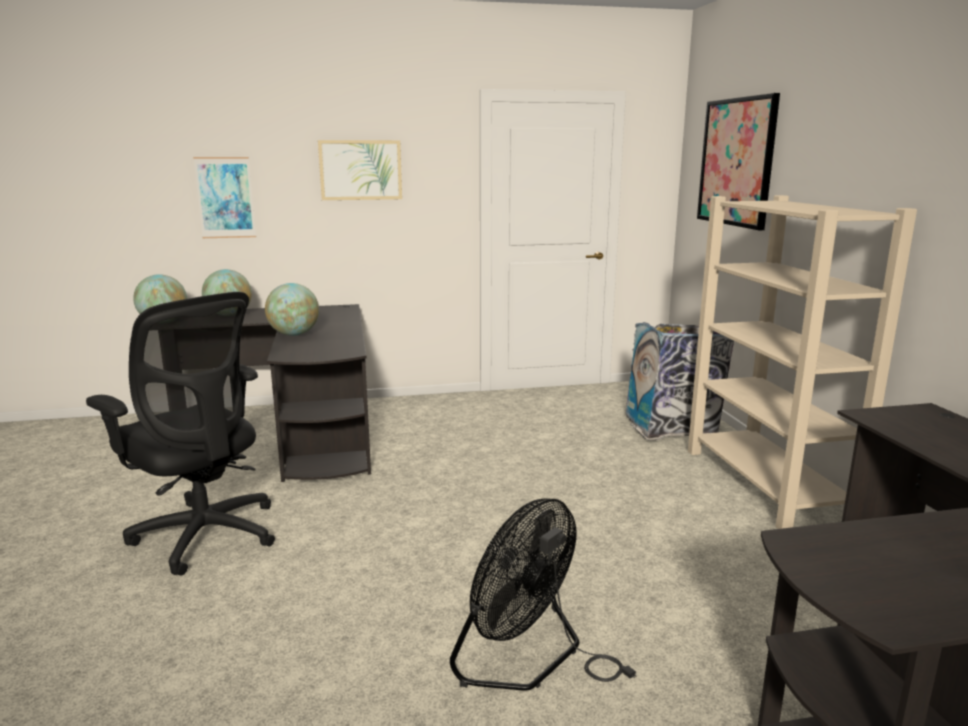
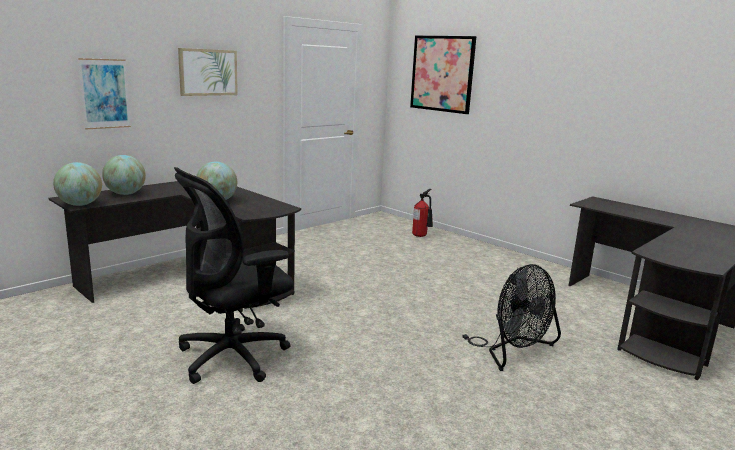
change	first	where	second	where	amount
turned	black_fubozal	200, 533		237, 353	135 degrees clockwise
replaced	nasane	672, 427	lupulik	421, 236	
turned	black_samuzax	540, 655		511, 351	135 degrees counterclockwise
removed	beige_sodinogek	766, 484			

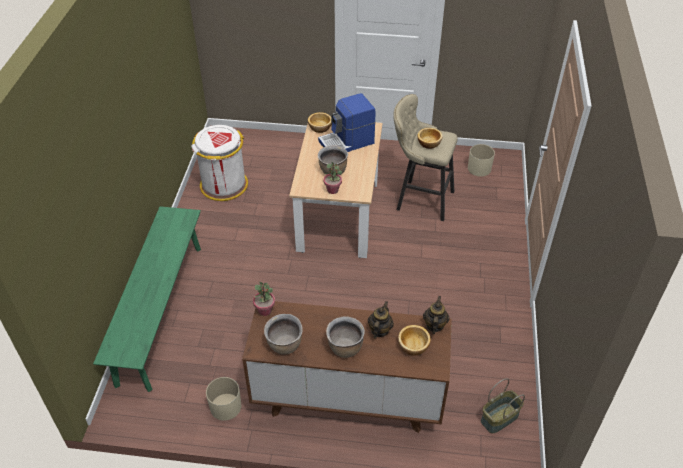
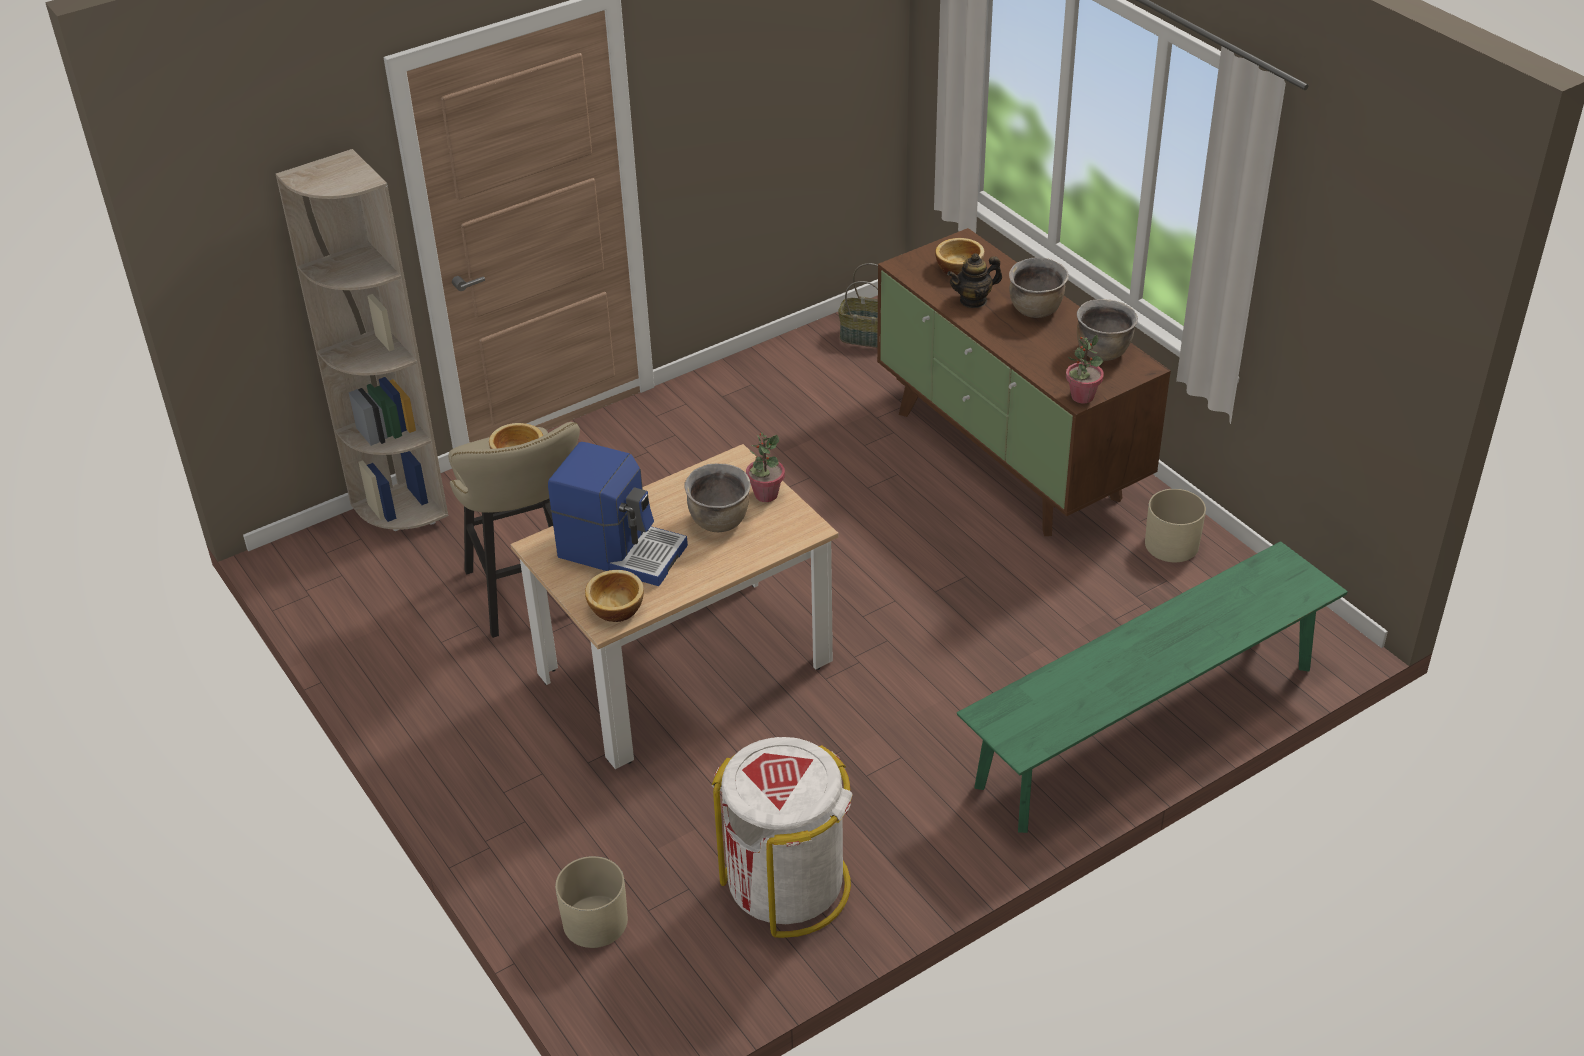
change	first	where	second	where	amount
added			beige_sodinogek	402, 516	
moved	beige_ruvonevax	479, 169		595, 922	
removed	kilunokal	434, 325			

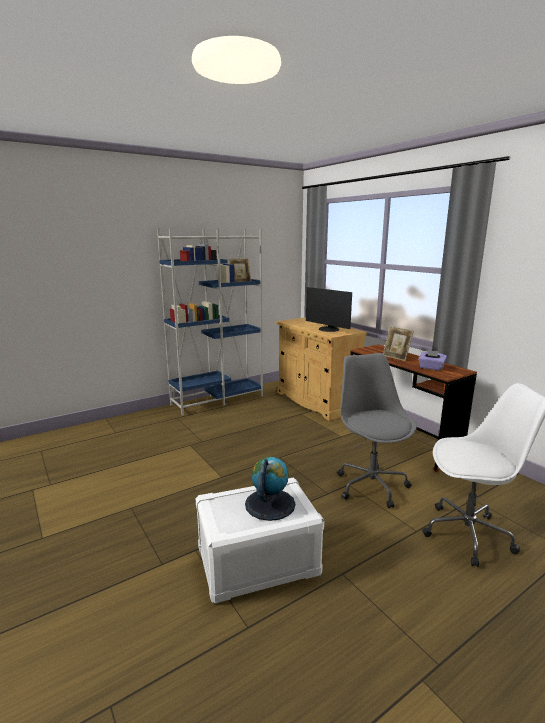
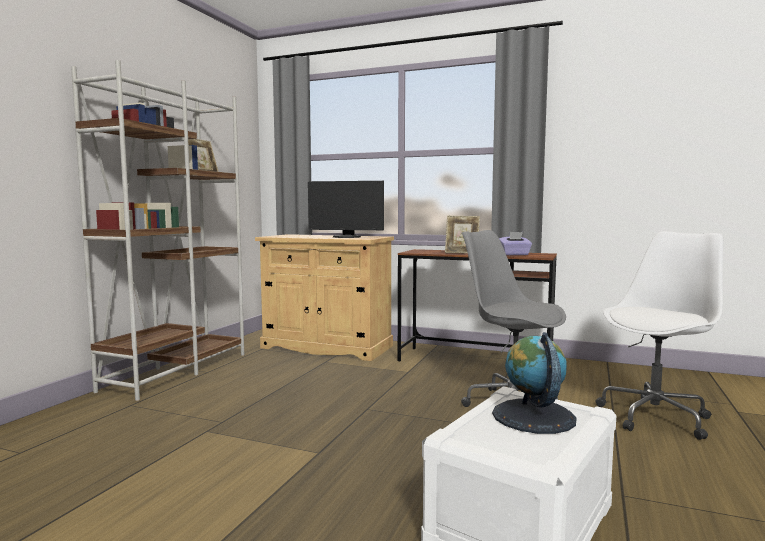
change	first	where	second	where	amount
recoloured	blue_sodinogek	218, 400	brown_sodinogek	178, 371	

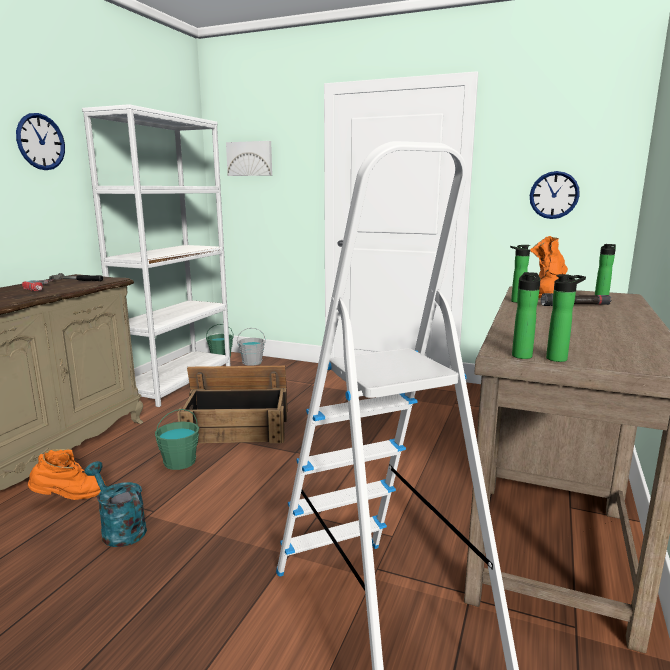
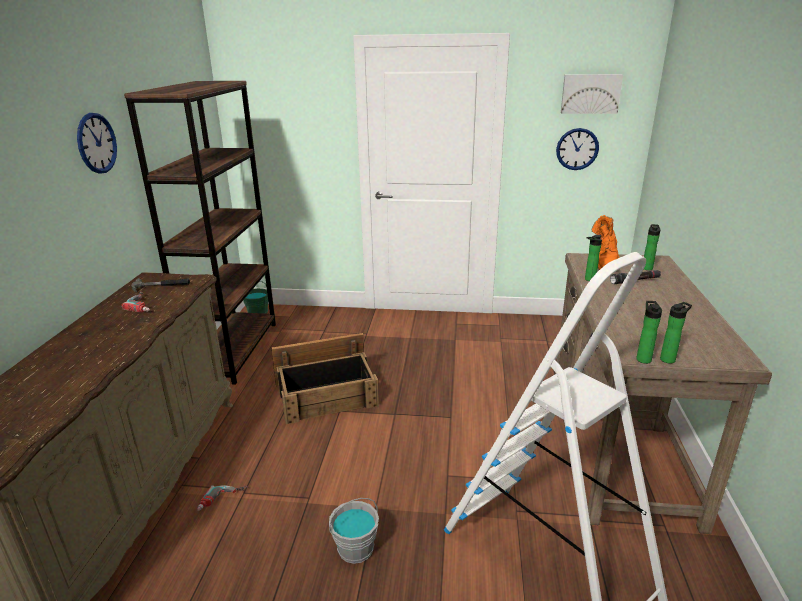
change	first	where	second	where	amount
recoloured	white_sodinogek	178, 382	brown_sodinogek	234, 350	
replaced	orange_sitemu	70, 498	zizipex	222, 501	
moved	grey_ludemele	252, 362		355, 548	
moved	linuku	250, 159		590, 93	
removed	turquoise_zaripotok	119, 529			
removed	green_ludemele	179, 462			

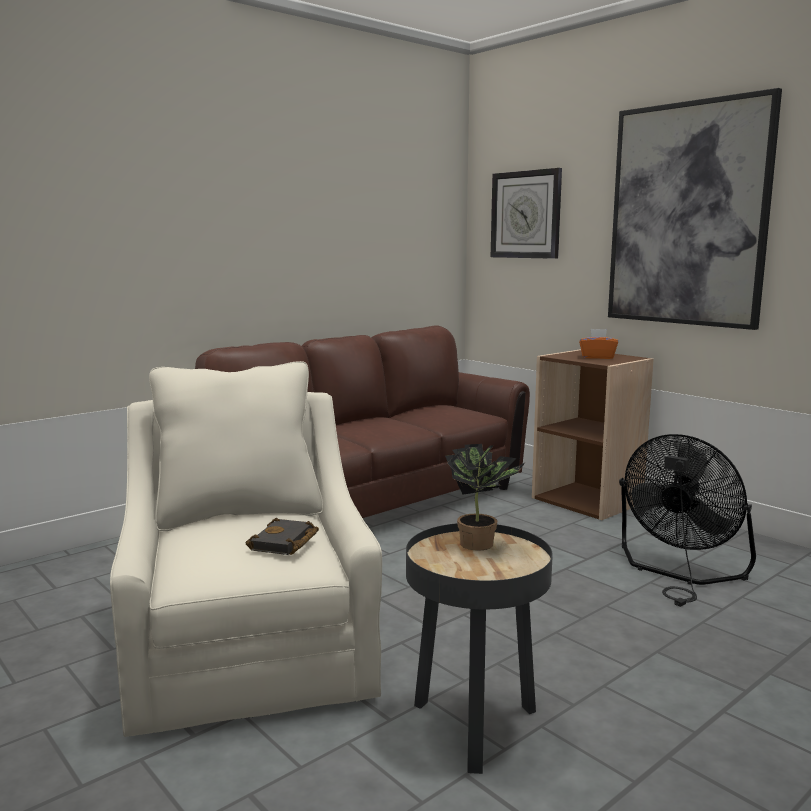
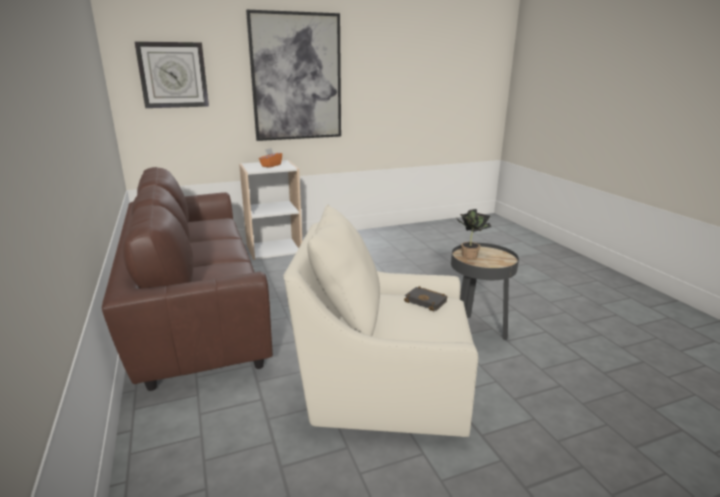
change	first	where	second	where	amount
recoloured	brown_sodinogek	588, 500	white_sodinogek	274, 248	
removed	black_samuzax	676, 572			

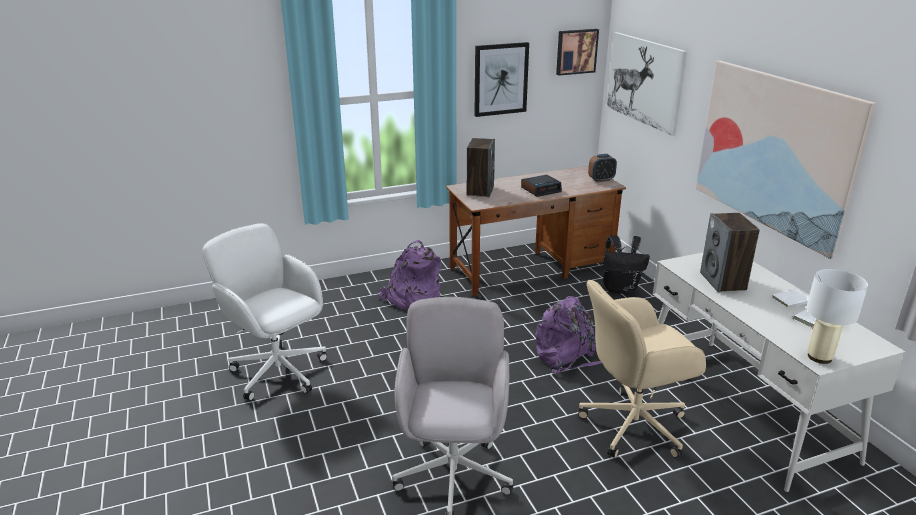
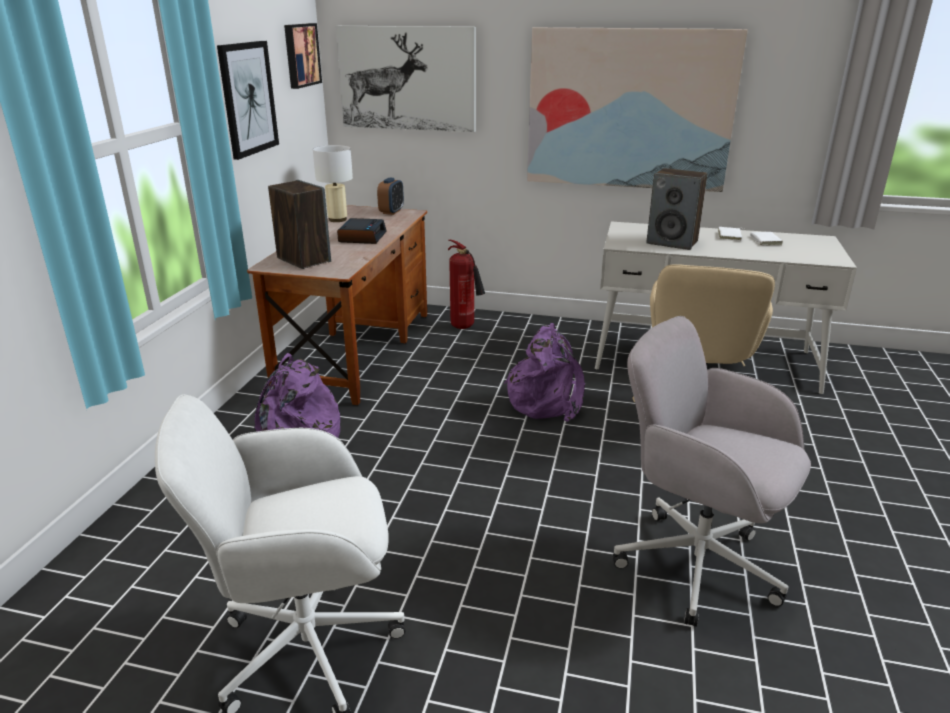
change	first	where	second	where	amount
moved	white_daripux	818, 357		337, 220	
replaced	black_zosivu	620, 289	lupulik	465, 327	

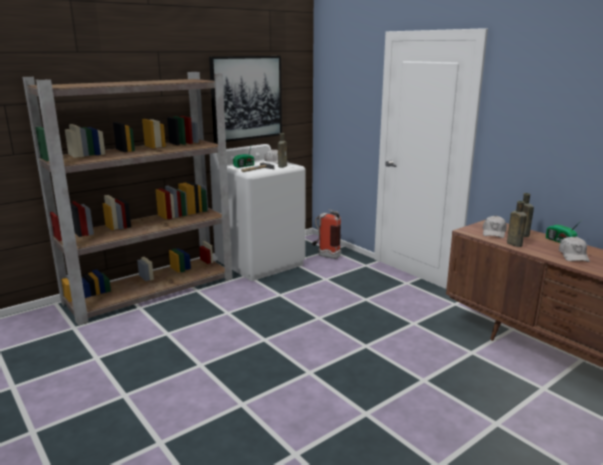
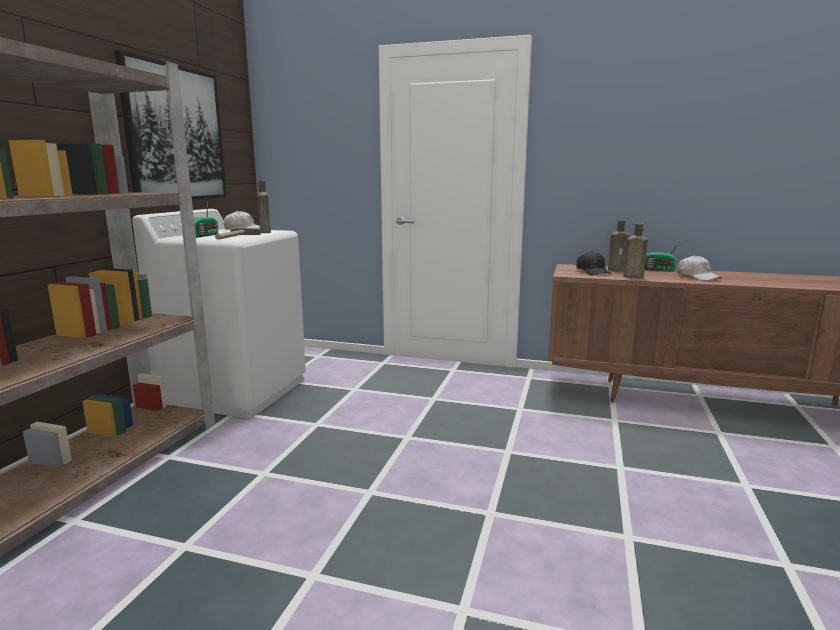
change	first	where	second	where	amount
recoloured	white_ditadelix	494, 232	black_ditadelix	592, 272	
removed	lupulik	325, 255			

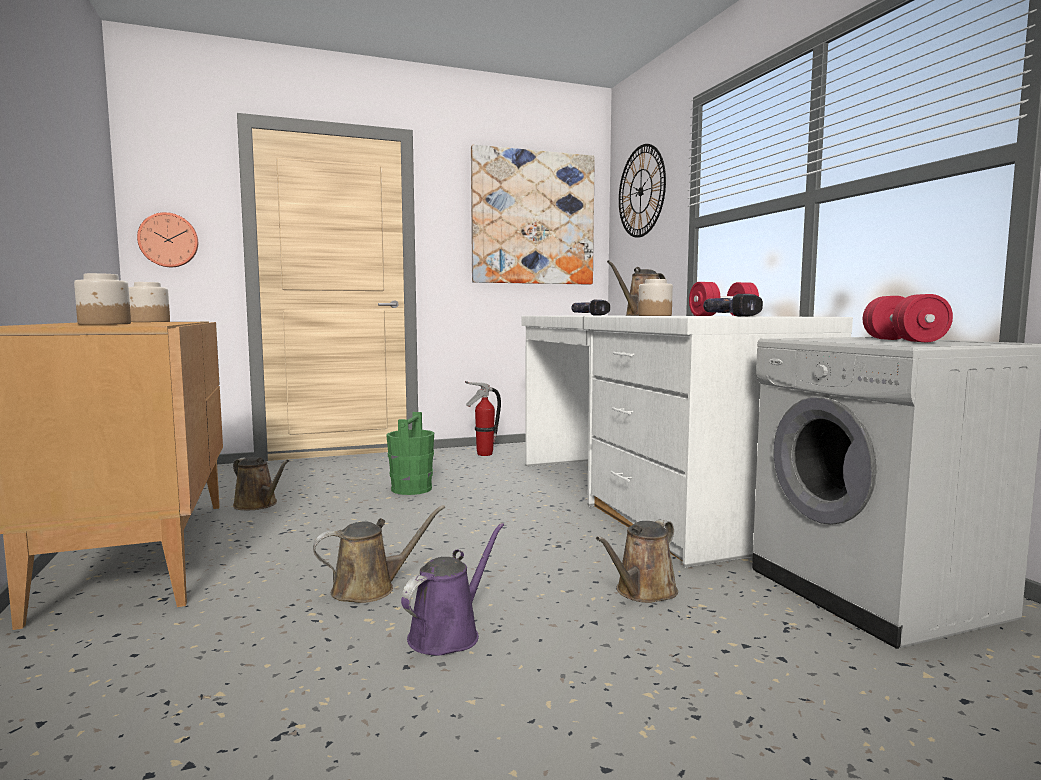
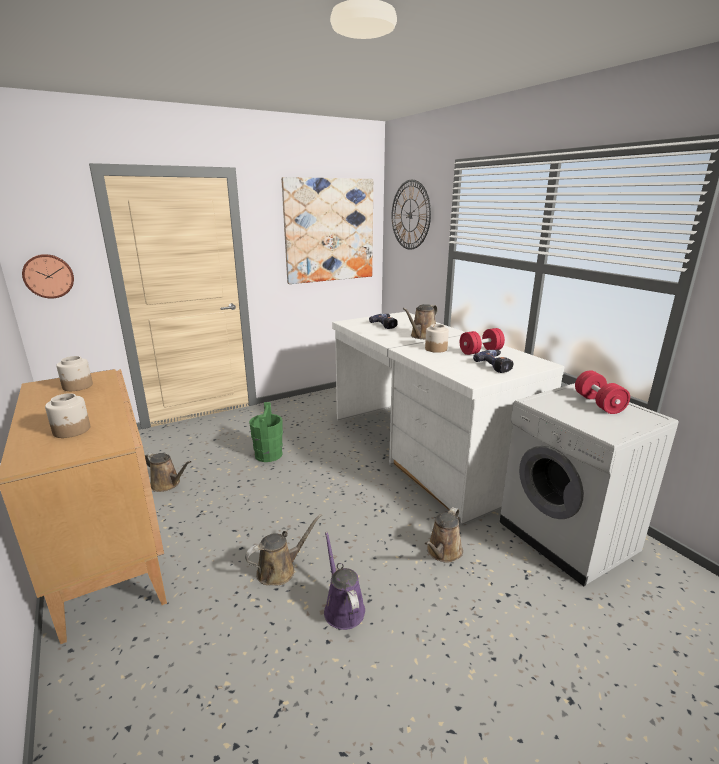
change	first	where	second	where	amount
turned	purple_zaripotok	448, 634		342, 608	45 degrees counterclockwise
removed	lupulik	484, 454			

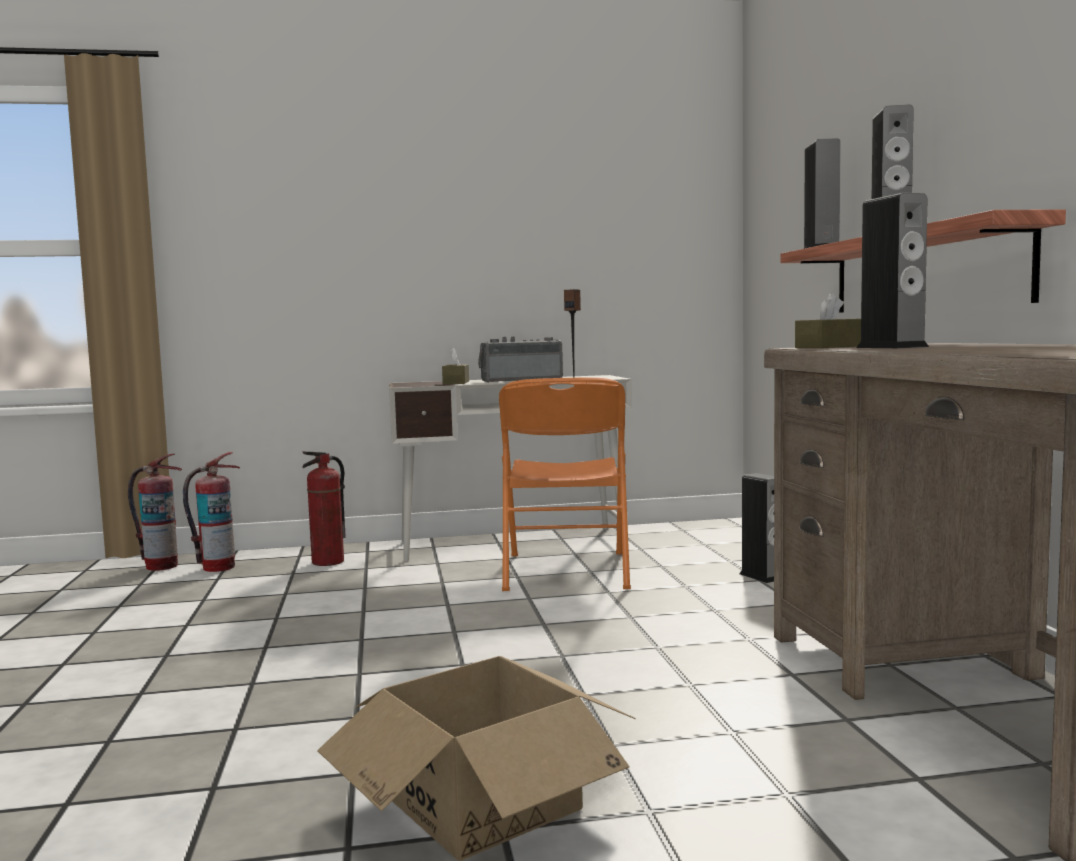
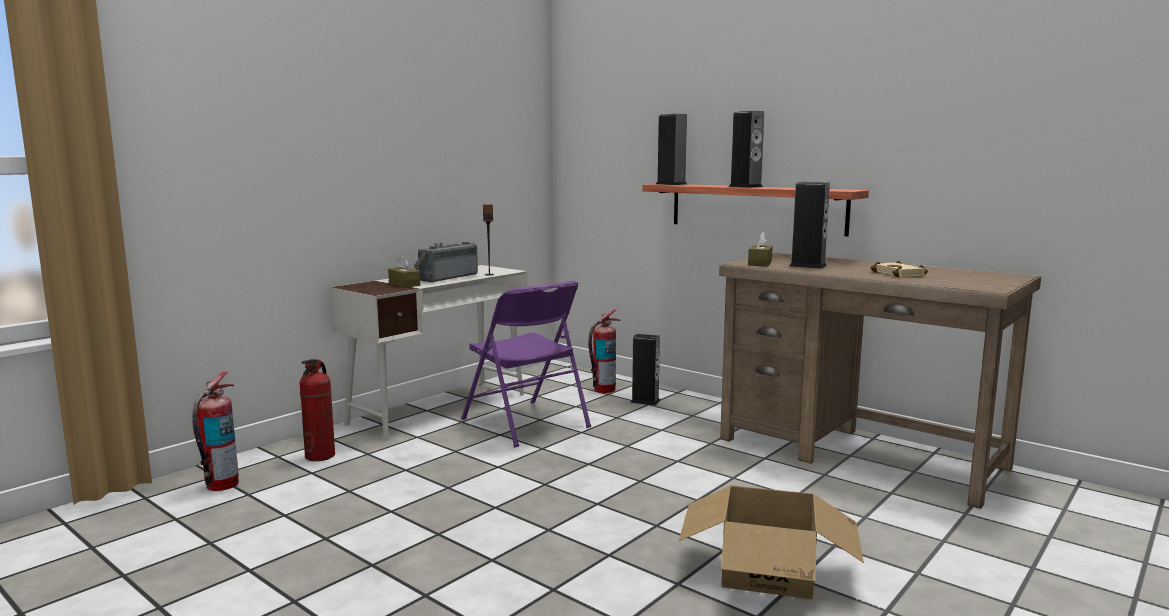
change	first	where	second	where	amount
recoloured	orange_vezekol	565, 571	purple_vezekol	524, 423	
moved	lupulik	161, 566		604, 389	
added			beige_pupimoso	900, 274	

